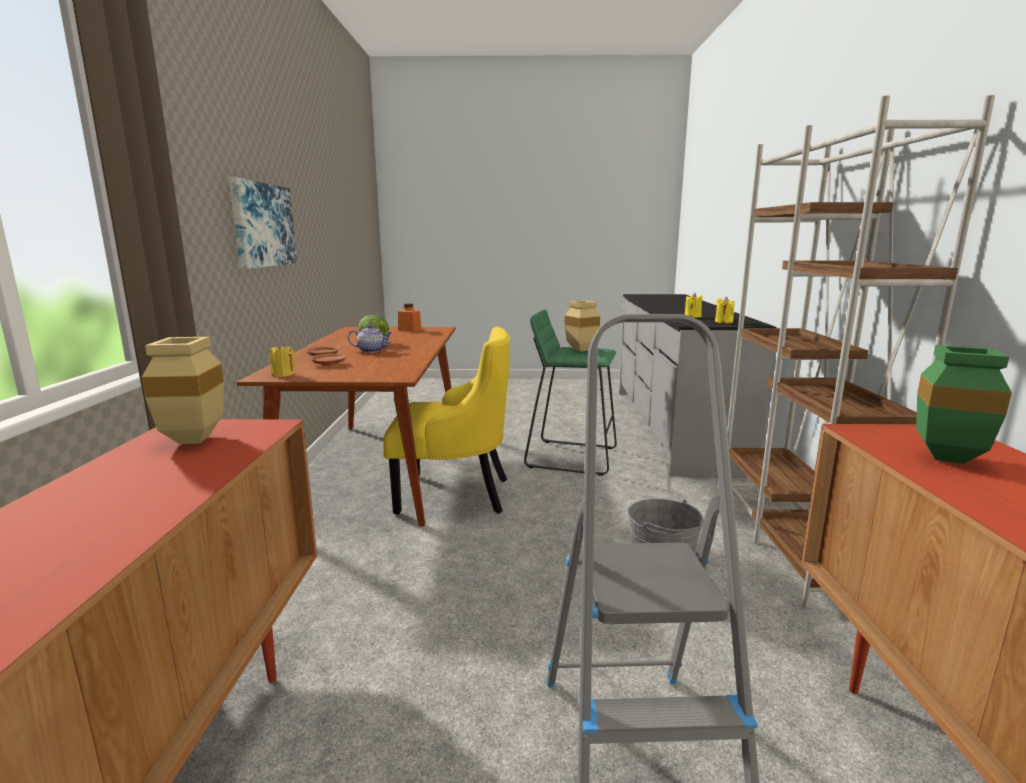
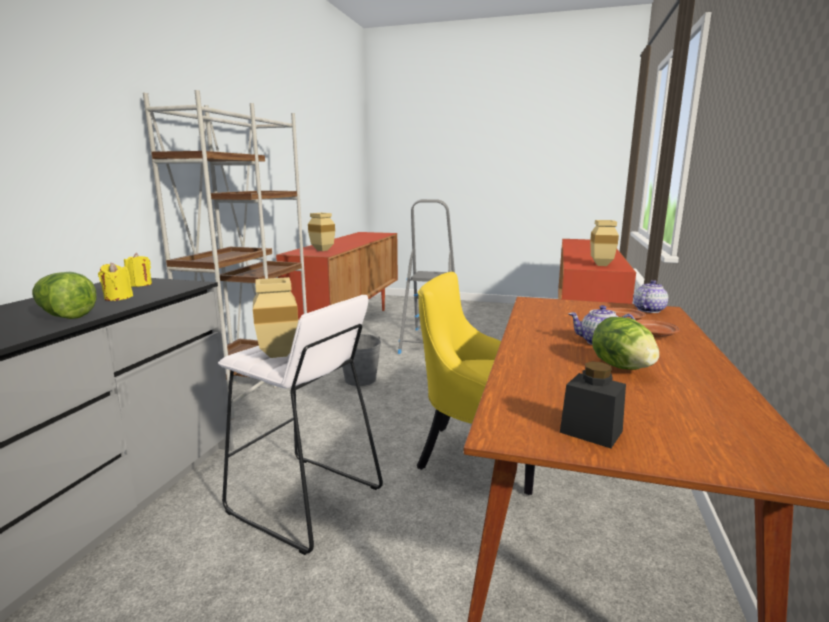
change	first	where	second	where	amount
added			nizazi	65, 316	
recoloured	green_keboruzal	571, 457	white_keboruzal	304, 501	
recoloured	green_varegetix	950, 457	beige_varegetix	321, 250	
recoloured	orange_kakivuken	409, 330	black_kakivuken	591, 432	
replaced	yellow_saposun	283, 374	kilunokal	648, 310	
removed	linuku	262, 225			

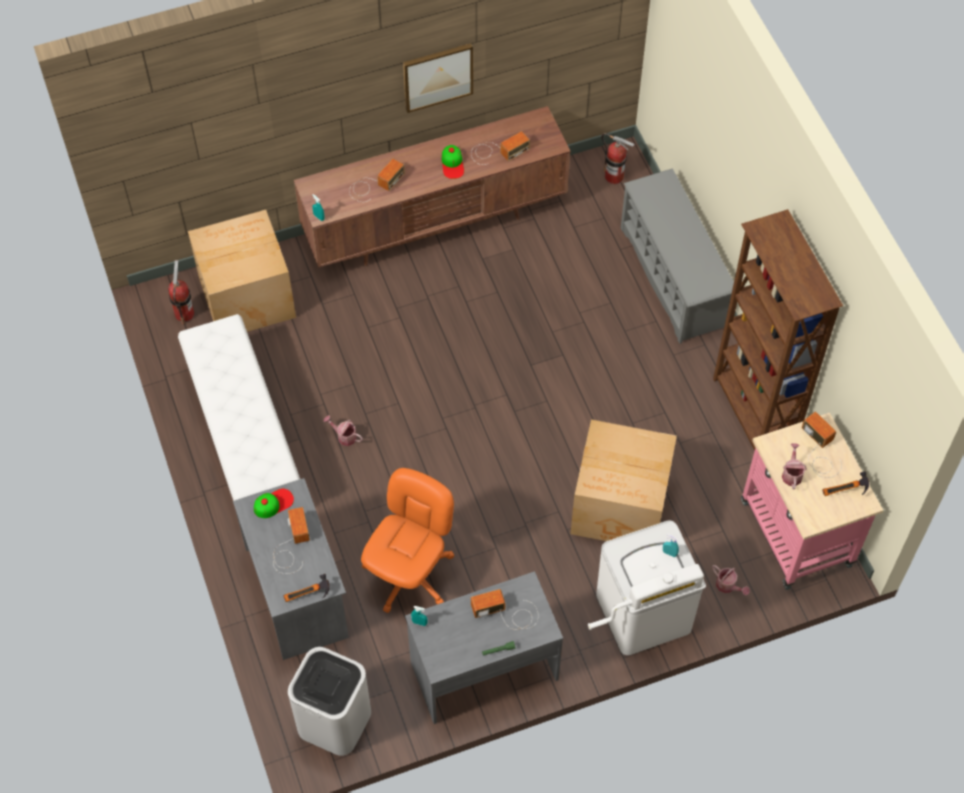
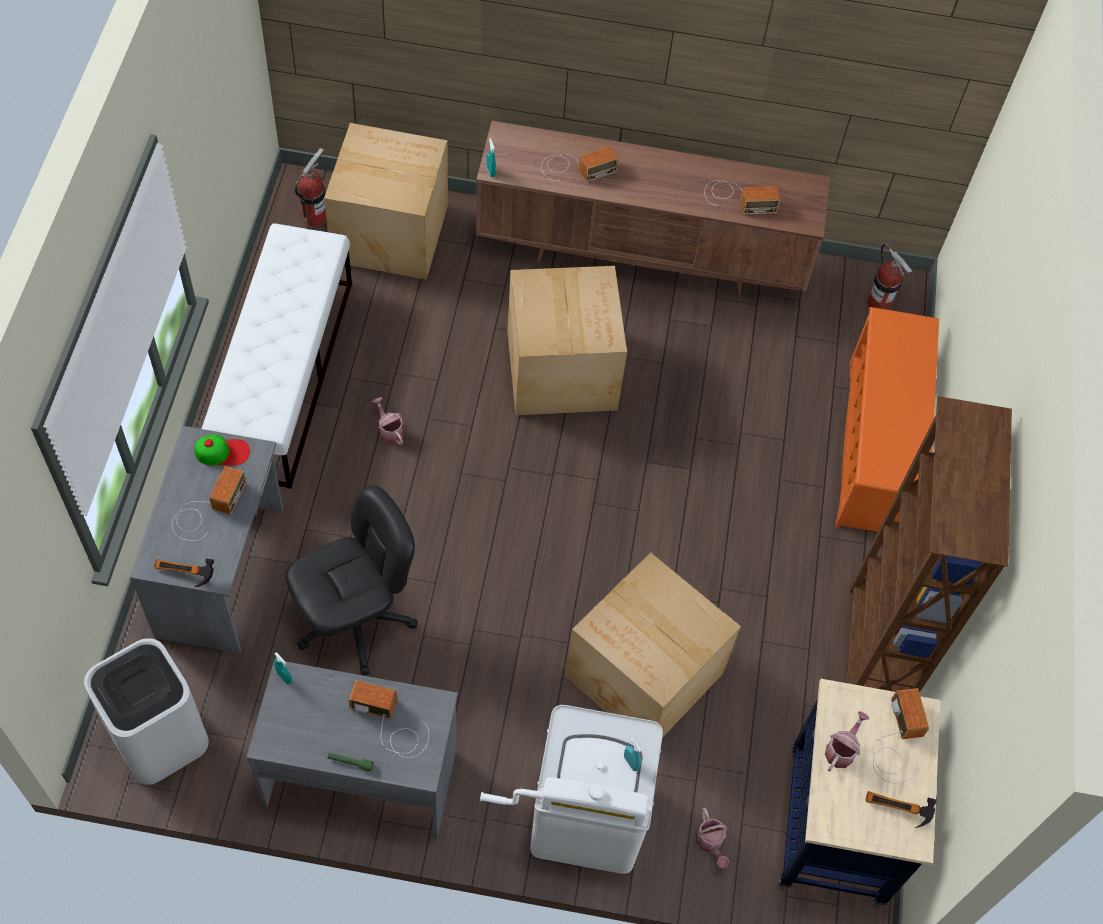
change	first	where	second	where	amount
recoloured	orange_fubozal	410, 573	black_fubozal	355, 619	
added			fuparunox	563, 368	
recoloured	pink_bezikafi	796, 535	blue_bezikafi	834, 829	
recoloured	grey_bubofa	673, 277	orange_bubofa	876, 448	
removed	linuku	437, 76			
removed	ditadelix	452, 164			

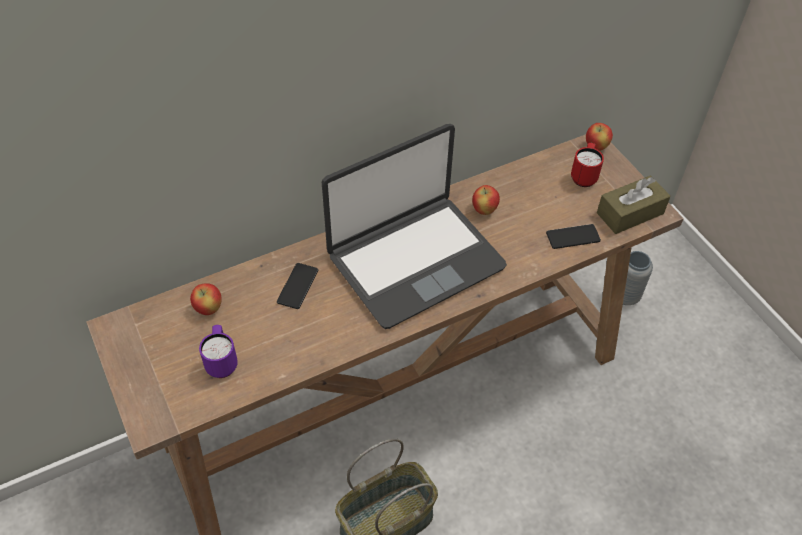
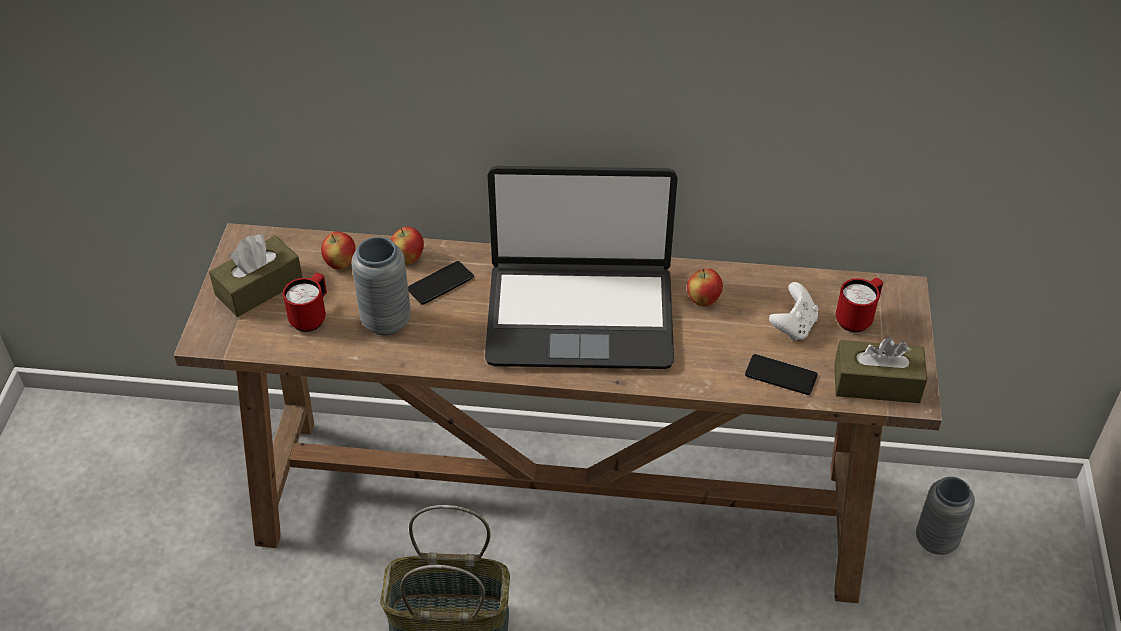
change	first	where	second	where	amount
added			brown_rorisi	259, 287	
recoloured	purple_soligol	222, 362	red_soligol	311, 317	
added			grey_varegetix	386, 321	
moved	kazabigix	596, 147		408, 259	
added			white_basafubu	793, 326	

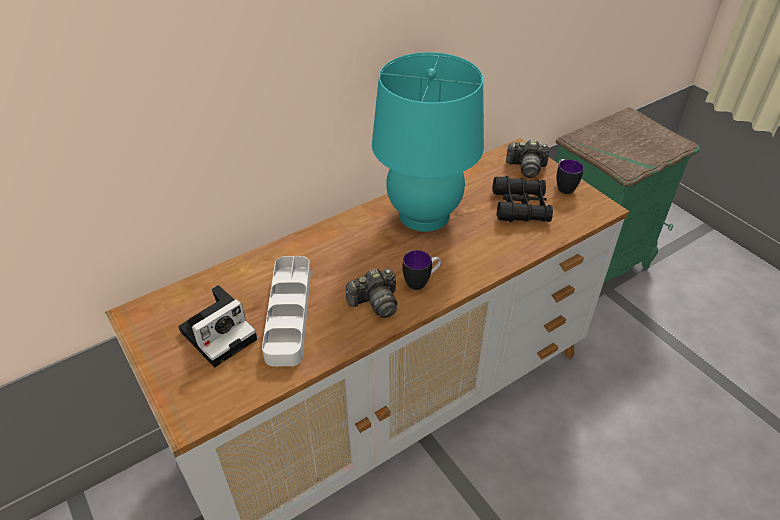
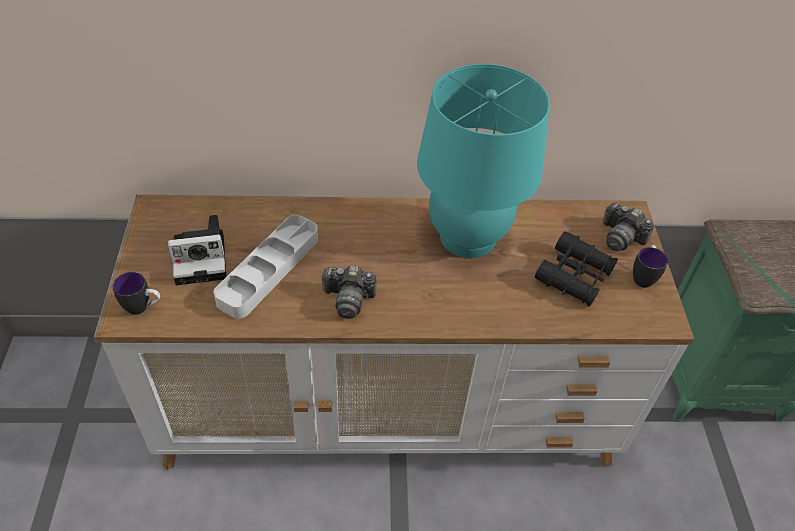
change	first	where	second	where	amount
moved	soligol	421, 282		143, 308	

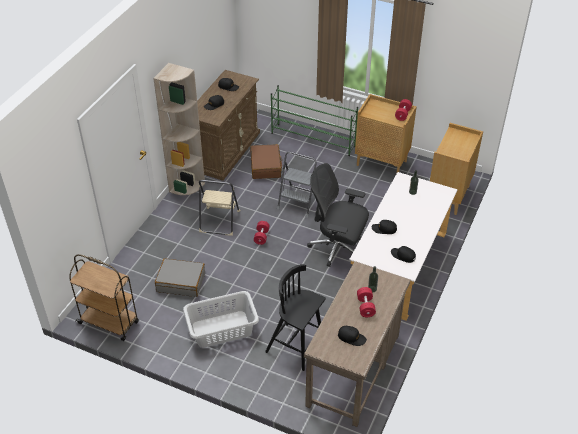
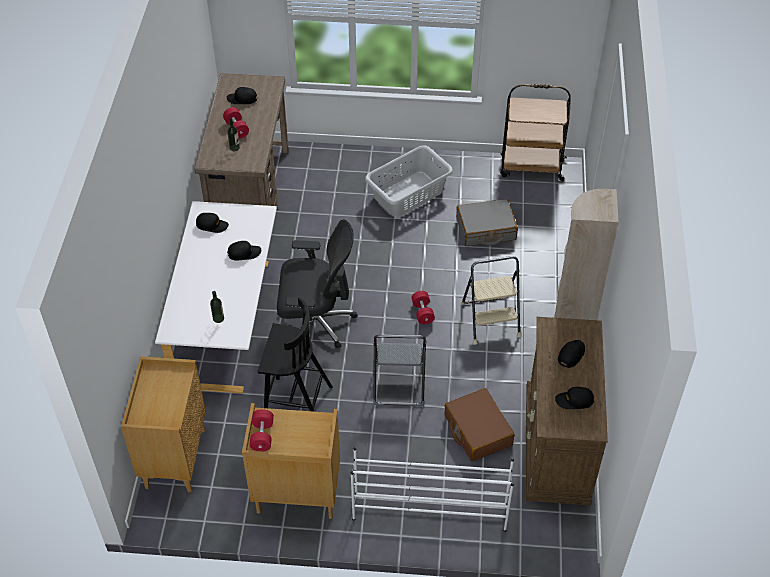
change	first	where	second	where	amount
moved	black_keboruzal	296, 347		295, 403	
recoloured	green_bubofa	313, 140	white_bubofa	429, 512	

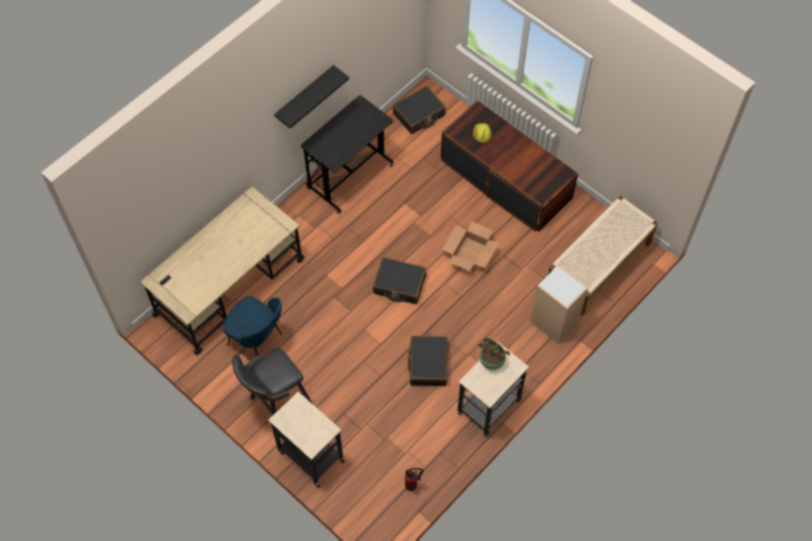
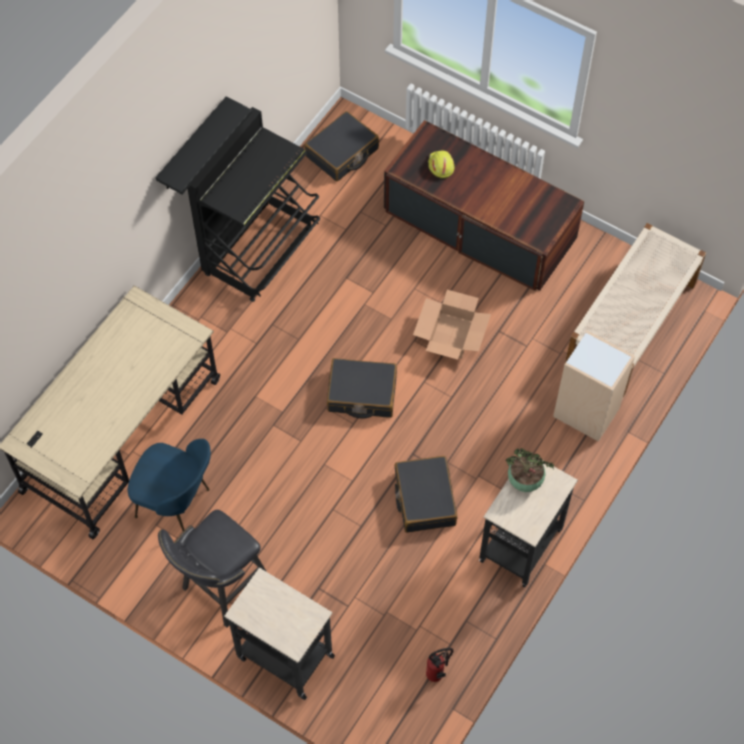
change	first	where	second	where	amount
replaced	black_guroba	350, 176	black_bubofa	262, 252	

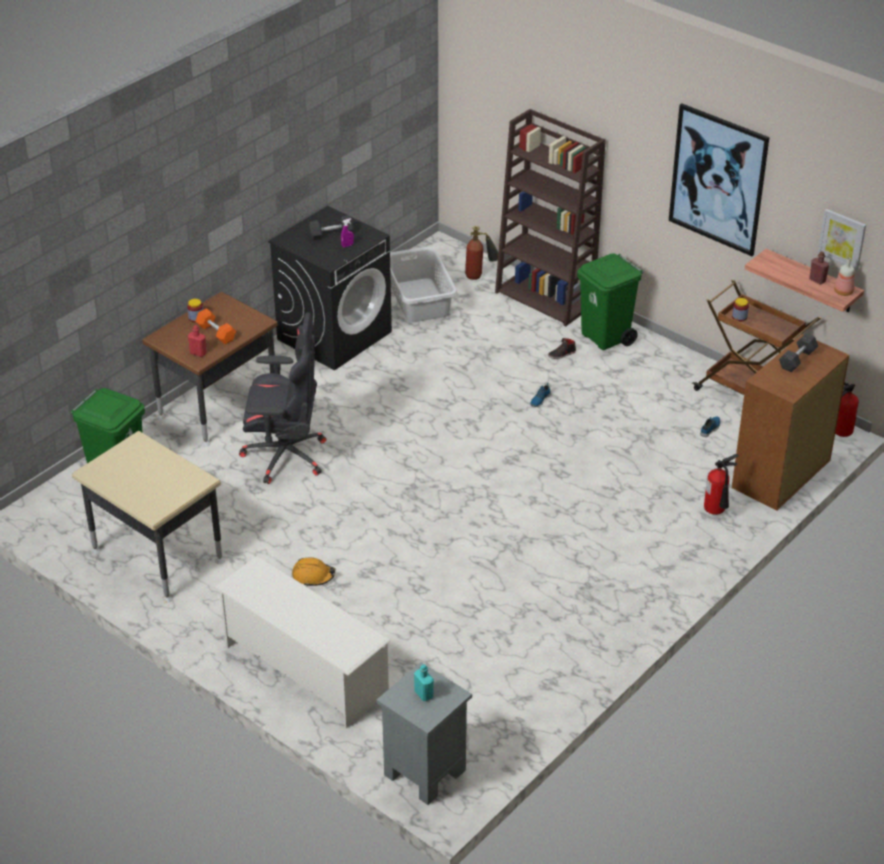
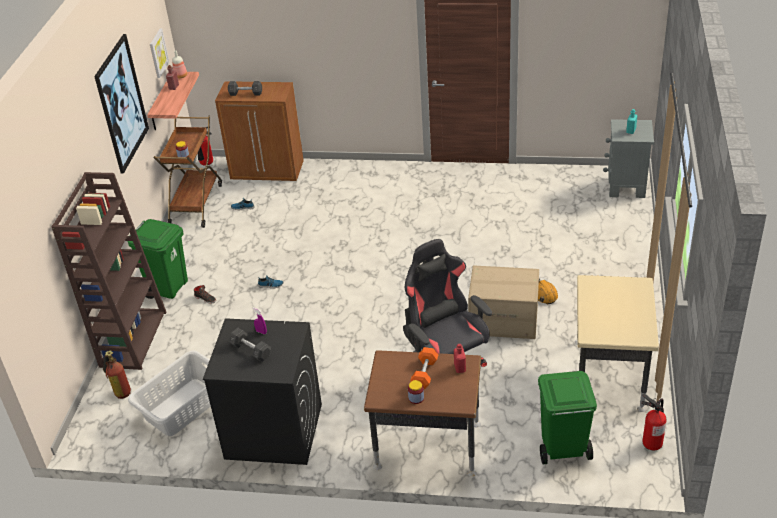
change	first	where	second	where	amount
added			fuparunox	503, 320	
moved	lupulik	717, 512		652, 442	
removed	white_bubofa	304, 670			

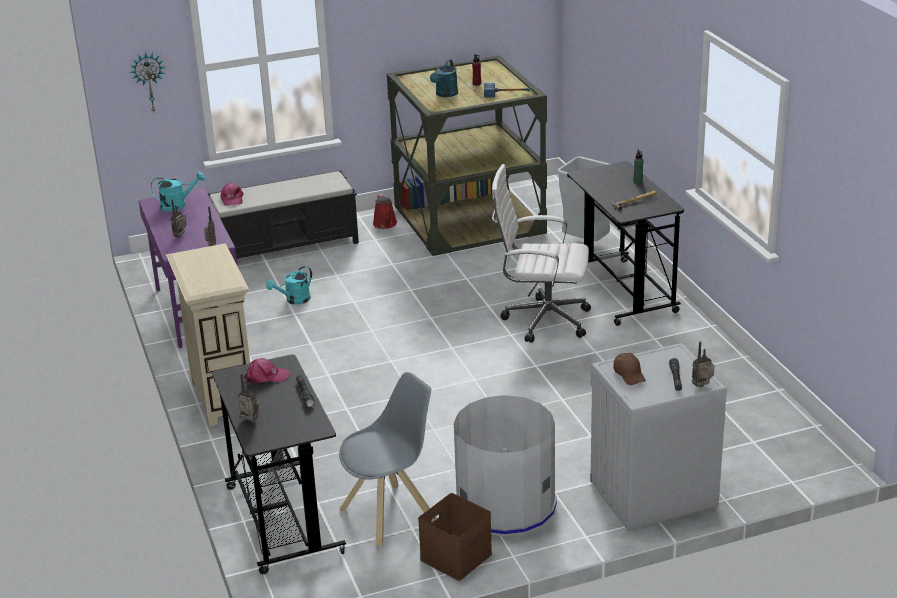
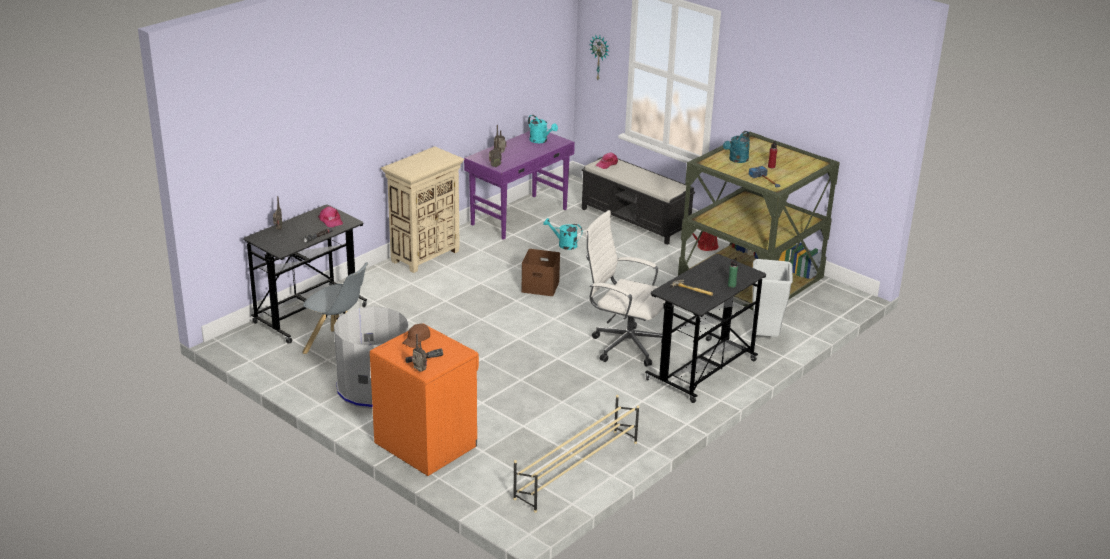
change	first	where	second	where	amount
recoloured	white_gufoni	651, 492	orange_gufoni	427, 443	
added			beige_bubofa	576, 470	
moved	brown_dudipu	456, 556		541, 286	
turned	white_fubozal	542, 320		624, 345	45 degrees counterclockwise
turned	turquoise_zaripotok	445, 94		736, 160	45 degrees counterclockwise

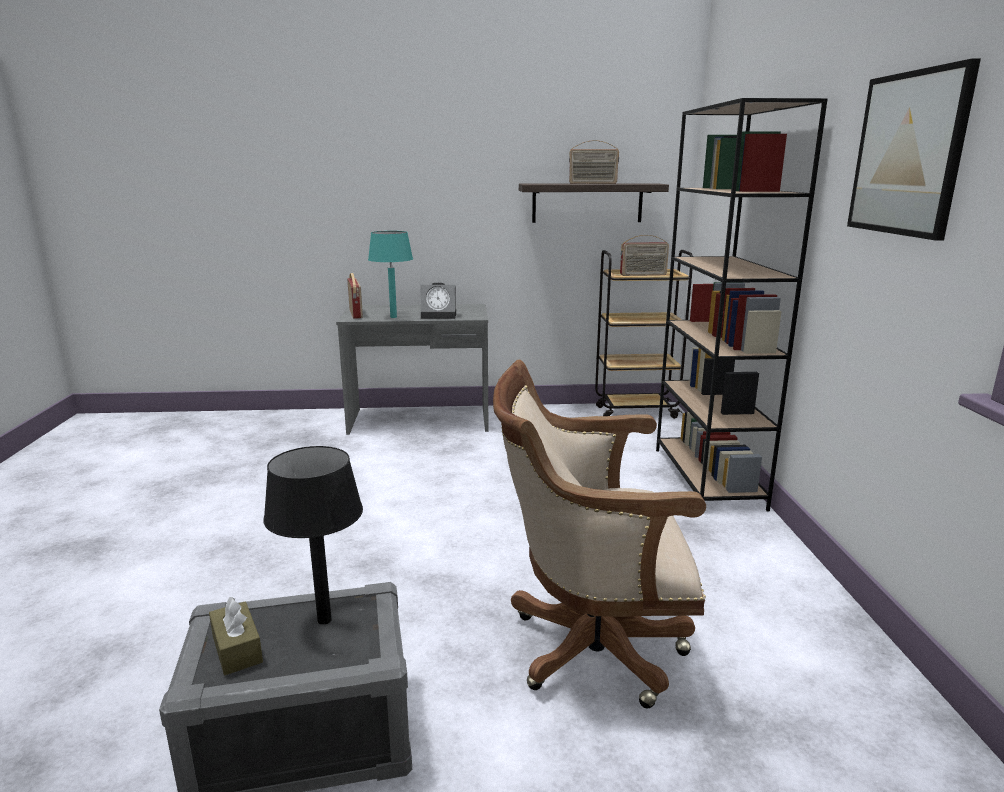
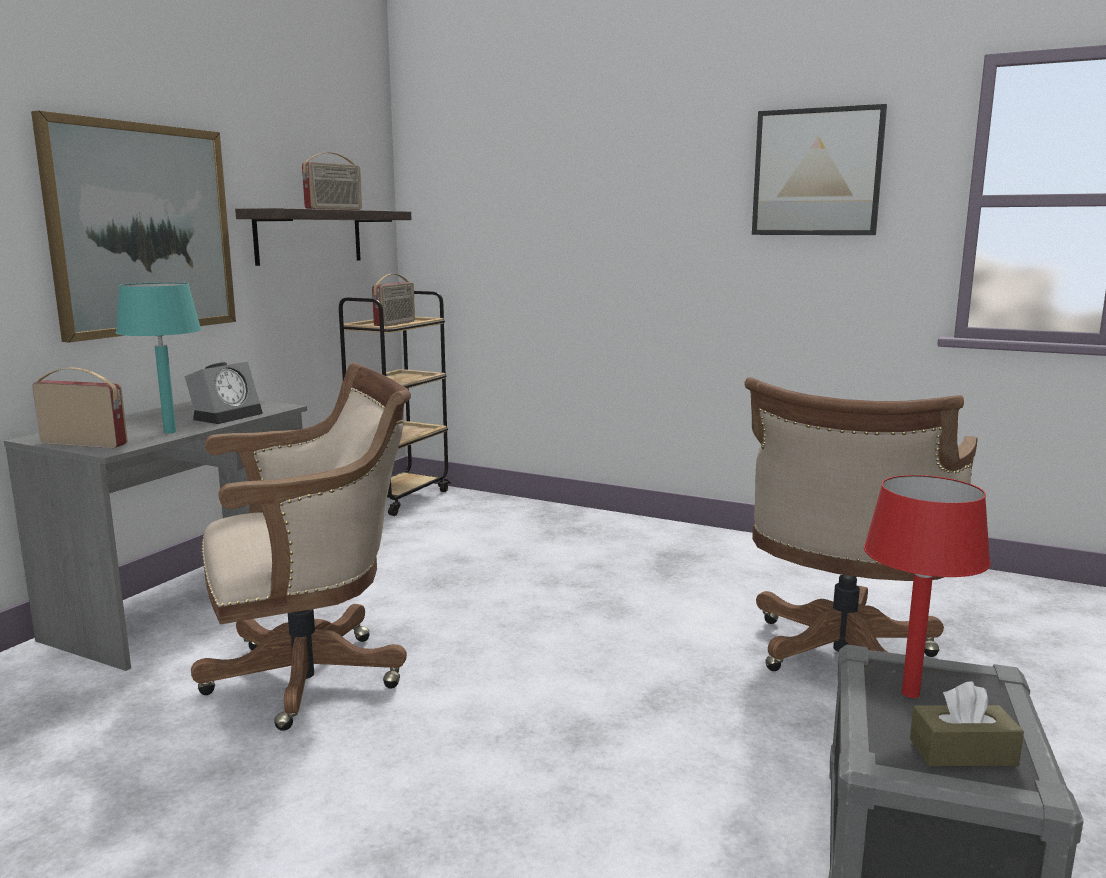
change	first	where	second	where	amount
added			linuku	142, 229	
added			fubozal	314, 676	
recoloured	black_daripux	325, 619	red_daripux	910, 693	
removed	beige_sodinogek	708, 478			

